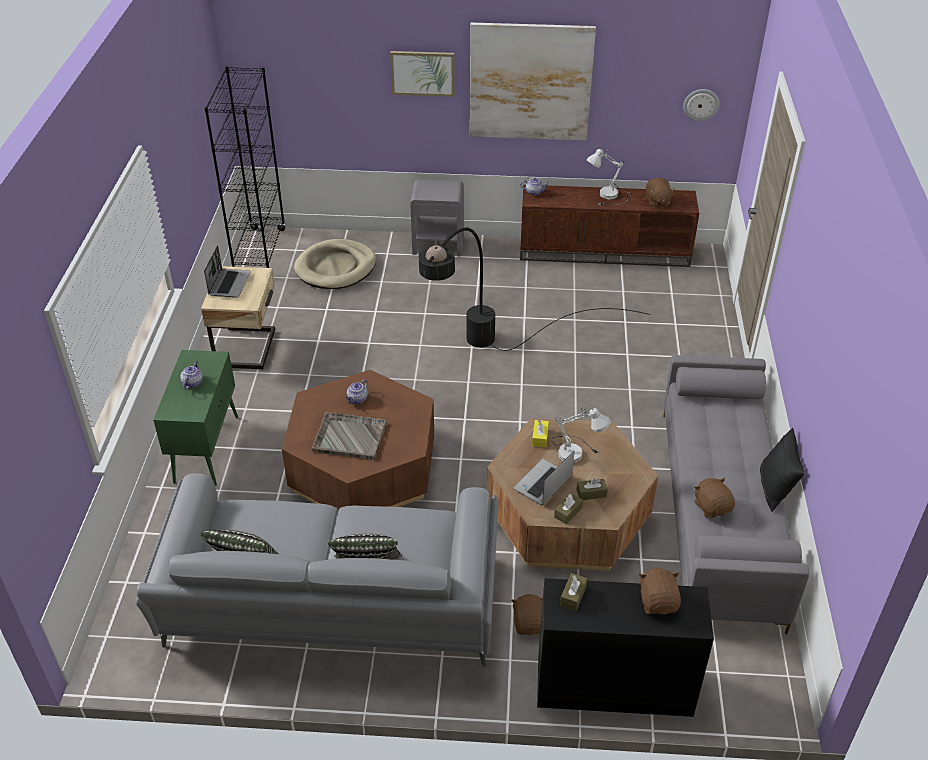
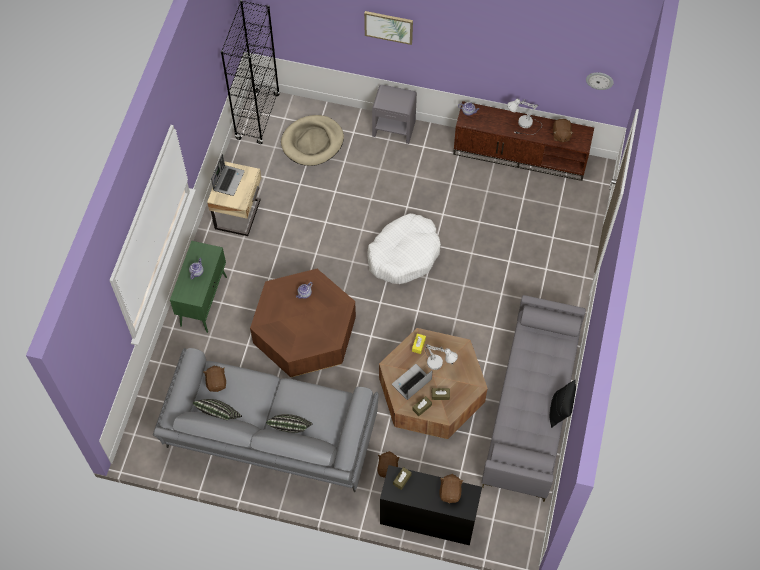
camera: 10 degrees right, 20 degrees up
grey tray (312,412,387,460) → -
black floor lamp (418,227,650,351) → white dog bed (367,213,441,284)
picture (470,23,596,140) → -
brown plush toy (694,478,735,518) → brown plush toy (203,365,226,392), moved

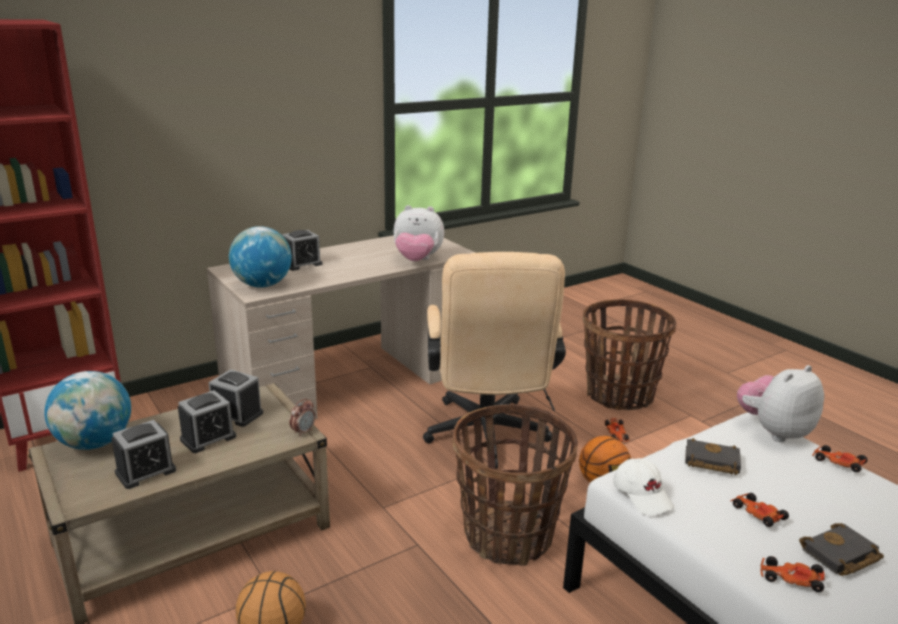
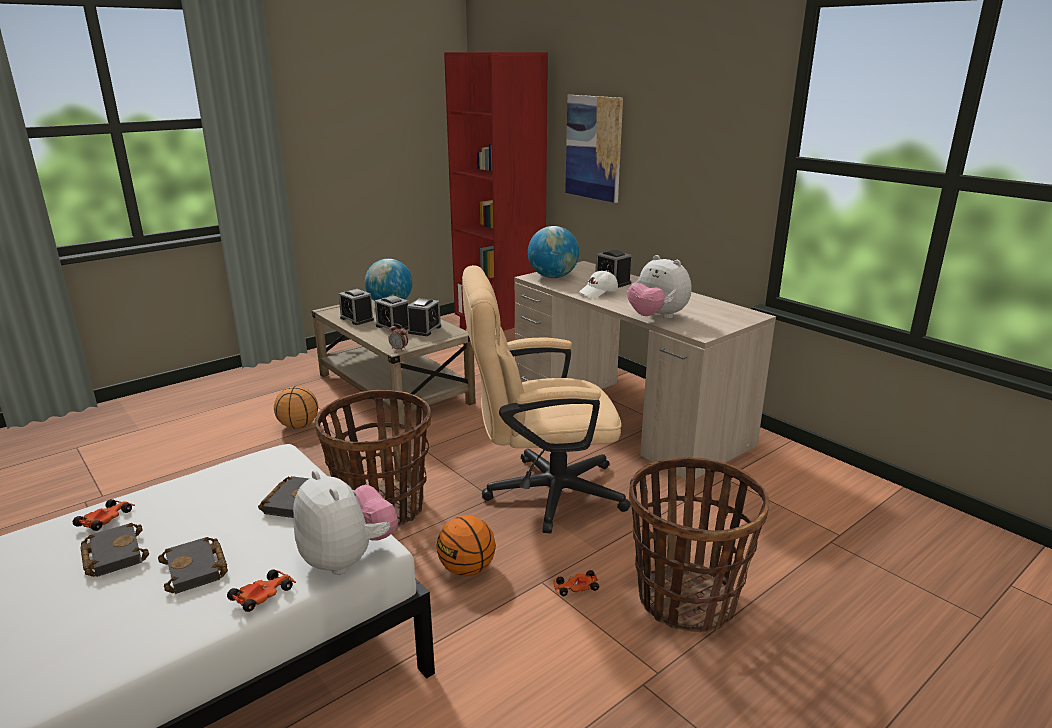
camera: 85 degrees right, 0 degrees up
plush toy (393,205,444,261) → plush toy (628,255,692,319), 45 degrees counterclockwise
white cap (613,458,674,516) → white cap (578,271,618,298), moved
toy car (730,493,789,527) → -
- → black book (158,537,228,594)
- → picture (565,95,623,203)

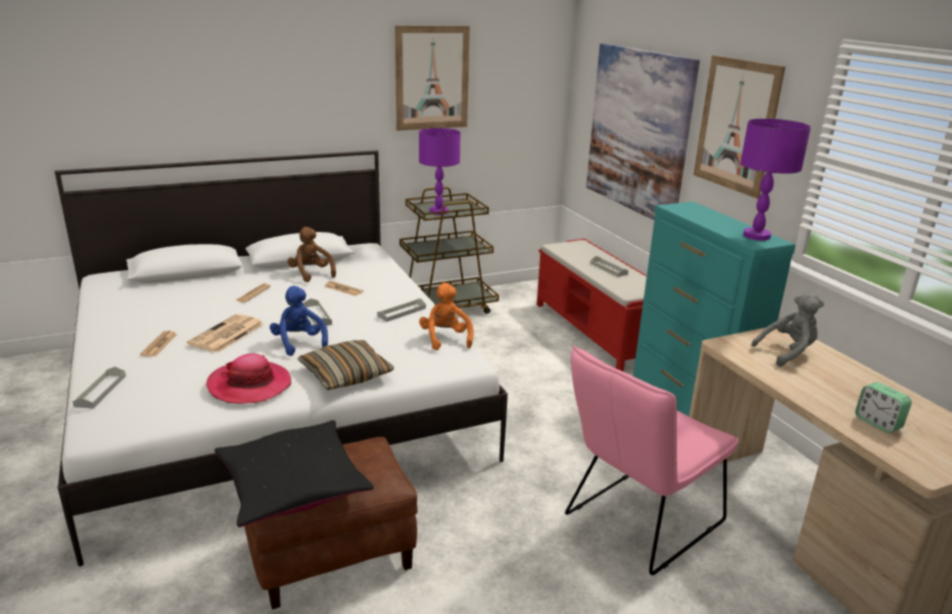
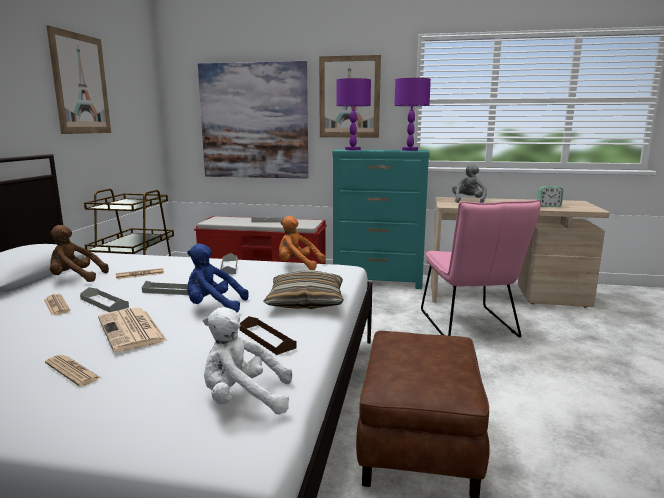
camera: 55 degrees left, 10 degrees down
grey tray (72,367,126,408) → grey tray (80,287,129,312), moved
hat (206,353,291,404) → brown tray (239,316,297,355)
black pillow (215,420,374,527) → -
purple table lamp (419,128,461,215) → purple table lamp (336,78,371,150), moved
- → white plush toy (203,307,292,414)

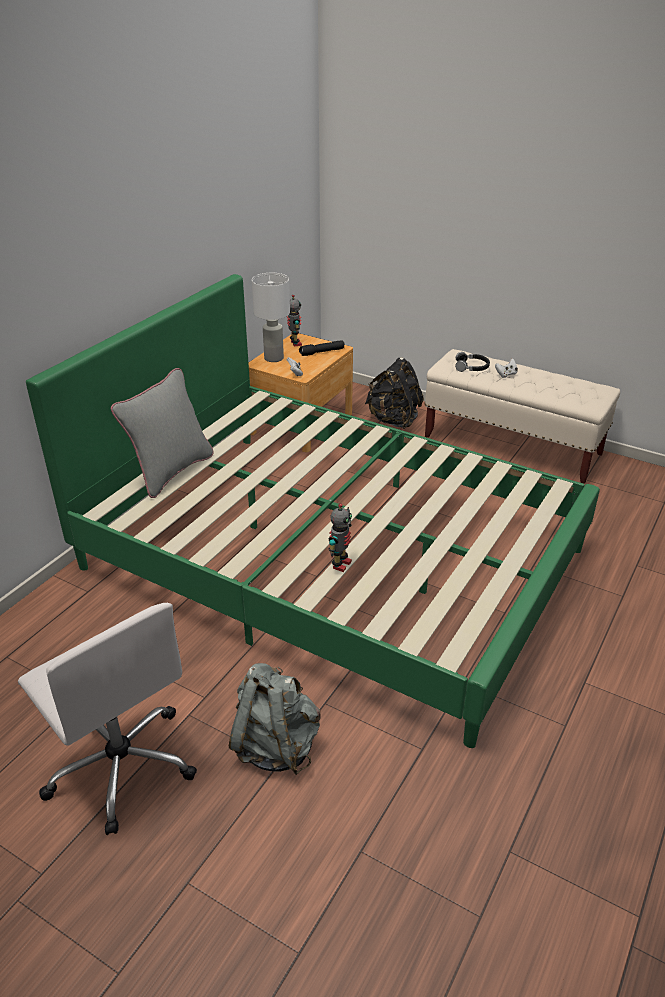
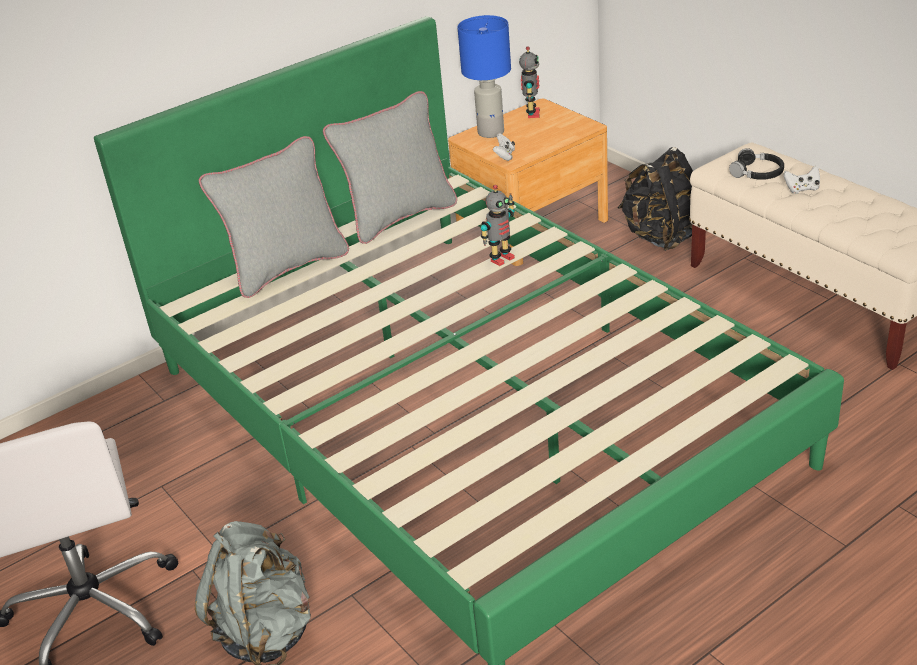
camera: 25 degrees right, 0 degrees up
white table lamp (252,273,290,362) → blue table lamp (457,15,511,138)
black flashlight (299,340,345,356) → -
toy robot (329,503,352,572) → toy robot (481,185,515,266), moved
- → grey pillow (323,91,457,244)

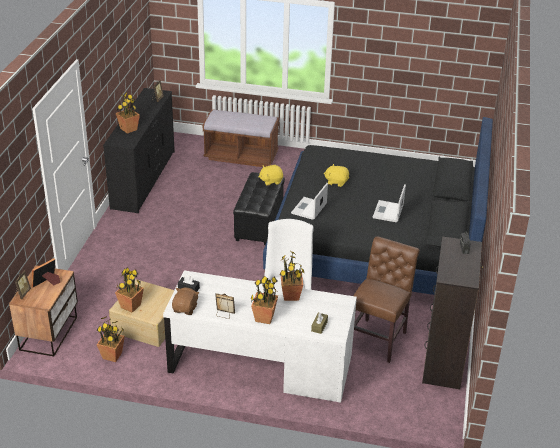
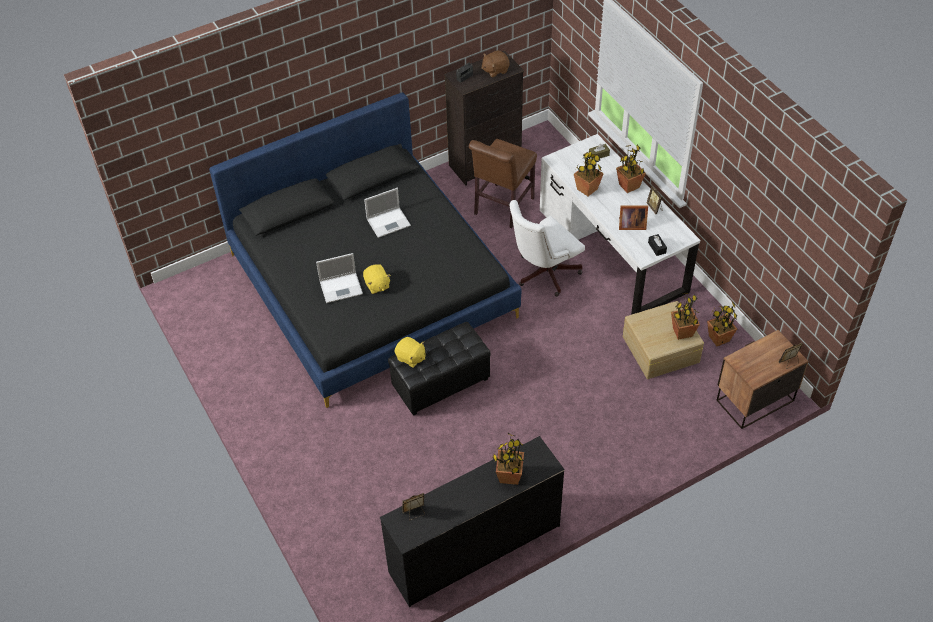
camera: 130 degrees left, 15 degrees up
picture frame (32,258,60,287) → picture frame (619,205,648,230), moved
brown plush toy (172,288,199,315) → brown plush toy (481,50,510,78), moved
brown bench (203,109,279,167) → -
laptop (291,183,328,220) → laptop (316,253,363,303), moved
brown chair (353,236,420,363) → brown chair (469,139,537,228), 45 degrees counterclockwise

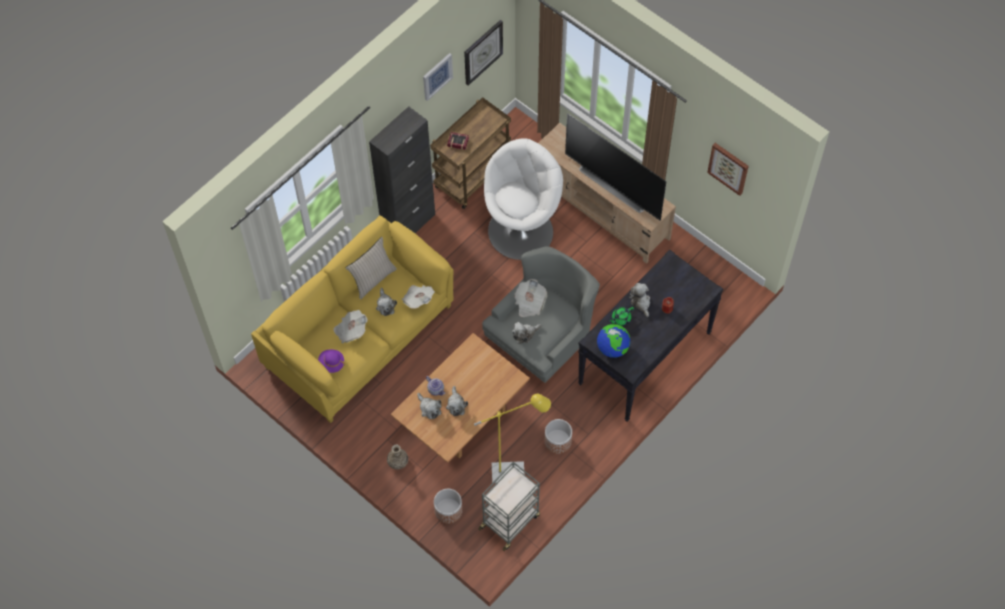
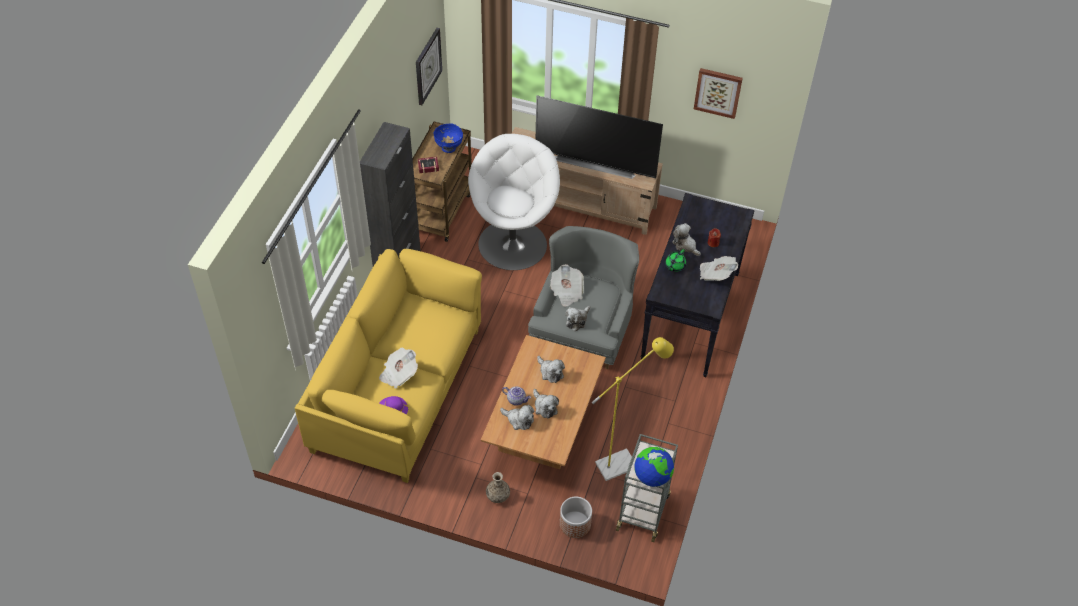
camera: 25 degrees left, 10 degrees down
beige pillow (346,237,397,300) → -
plush toy (376,288,397,316) → plush toy (537,356,565,383), moved
newspaper (401,285,435,308) → newspaper (700,256,738,281), moved
picture (423,53,453,101) → -
planter (545,419,572,454) → -
globe (597,324,630,358) → globe (634,447,674,487), moved
- → blue bowl (433,124,463,153)

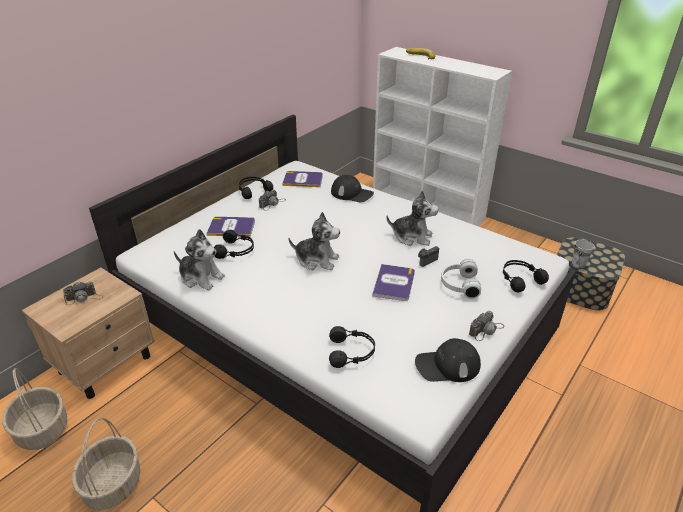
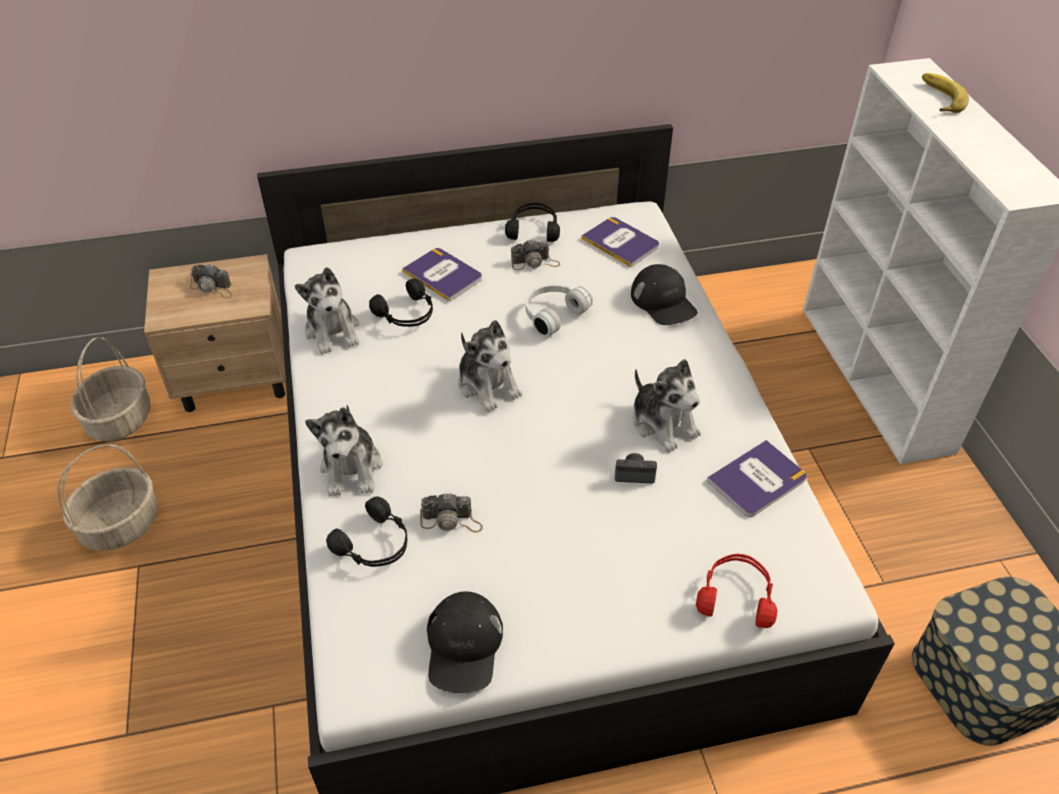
camera: 40 degrees right, 10 degrees up
book (372,264,415,301) → book (707,440,807,517), moved
black cap (415,338,481,382) → black cap (427,591,503,693), 120 degrees counterclockwise
white headphones (441,259,481,299) → white headphones (525,284,593,337), moved
photo camera (469,311,505,341) → photo camera (420,493,483,533), moved
black headphones (503,260,549,292) → red headphones (696,554,777,628)
cup (572,240,595,269) → -
- → plush toy (305,405,383,497)

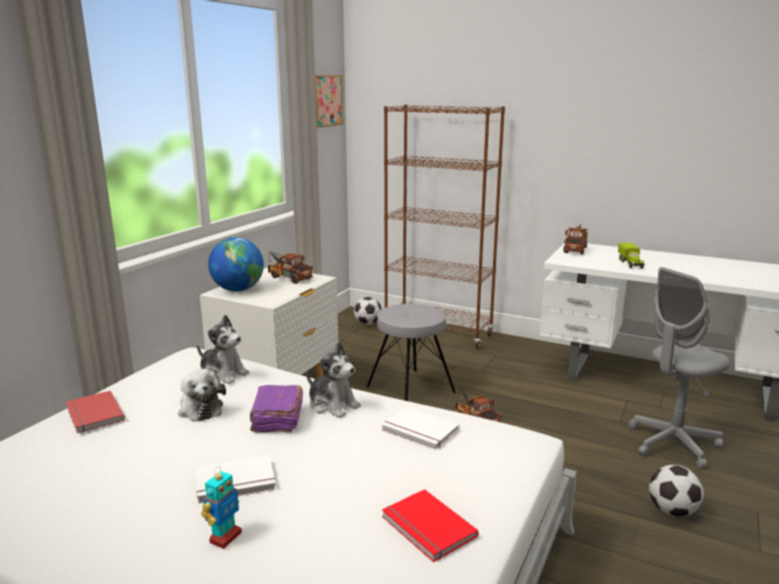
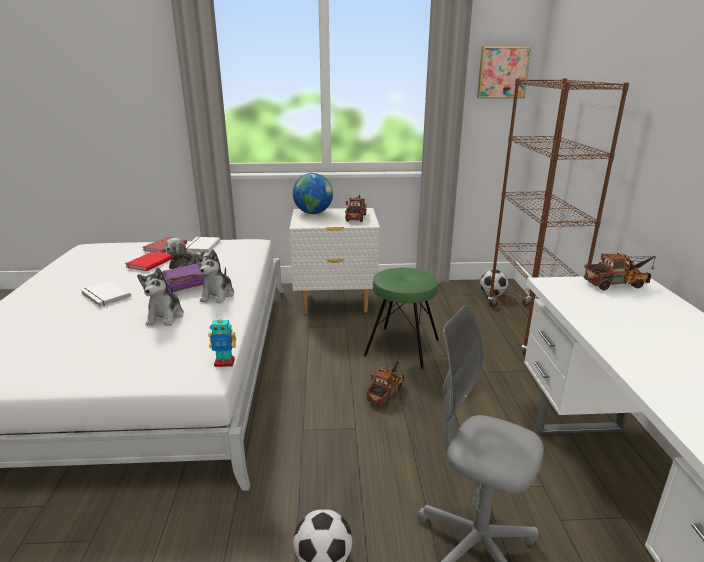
camera: 60 degrees right, 5 degrees up
plush toy (197,315,249,384) → plush toy (137,268,184,326), moved
toy robot (201,466,242,549) → toy robot (209,314,236,367), moved
grey stool (366,304,456,401) → green stool (364,268,439,370)
white book (381,406,459,450) → white book (186,237,220,253), moved
red book (382,489,479,562) → red book (125,251,171,271), moved
toy truck (618,243,645,268) → -

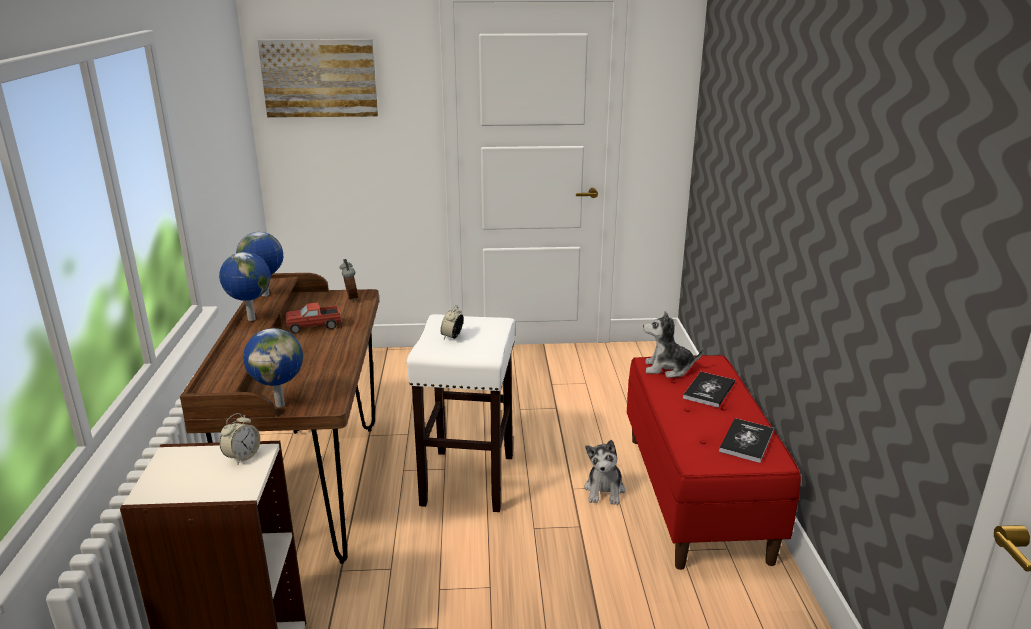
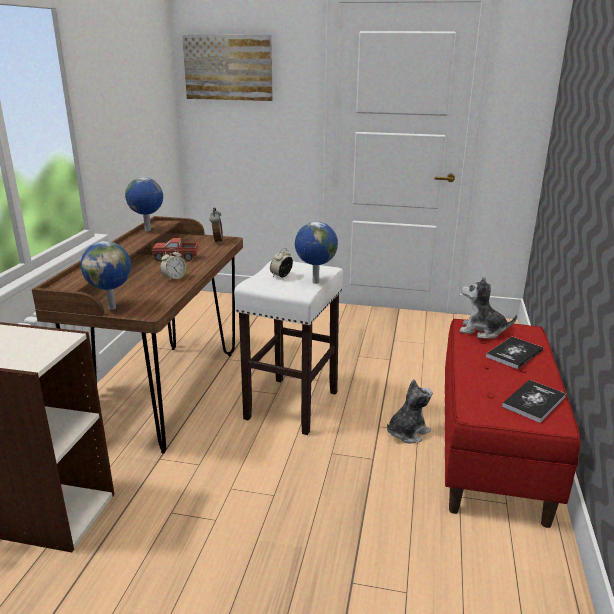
camera: 15 degrees right, 0 degrees up
globe (219,252,271,321) → globe (295,222,338,284), moved
alarm clock (220,413,260,465) → alarm clock (160,248,186,282), moved
plush toy (584,440,625,505) → plush toy (387,379,433,444), 150 degrees counterclockwise

